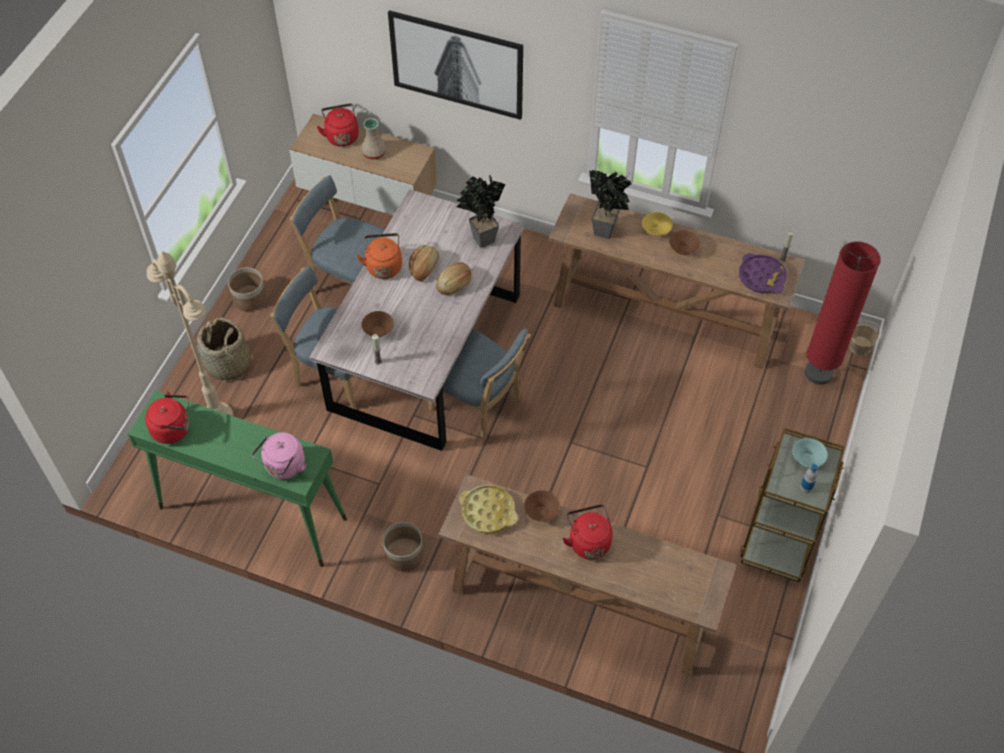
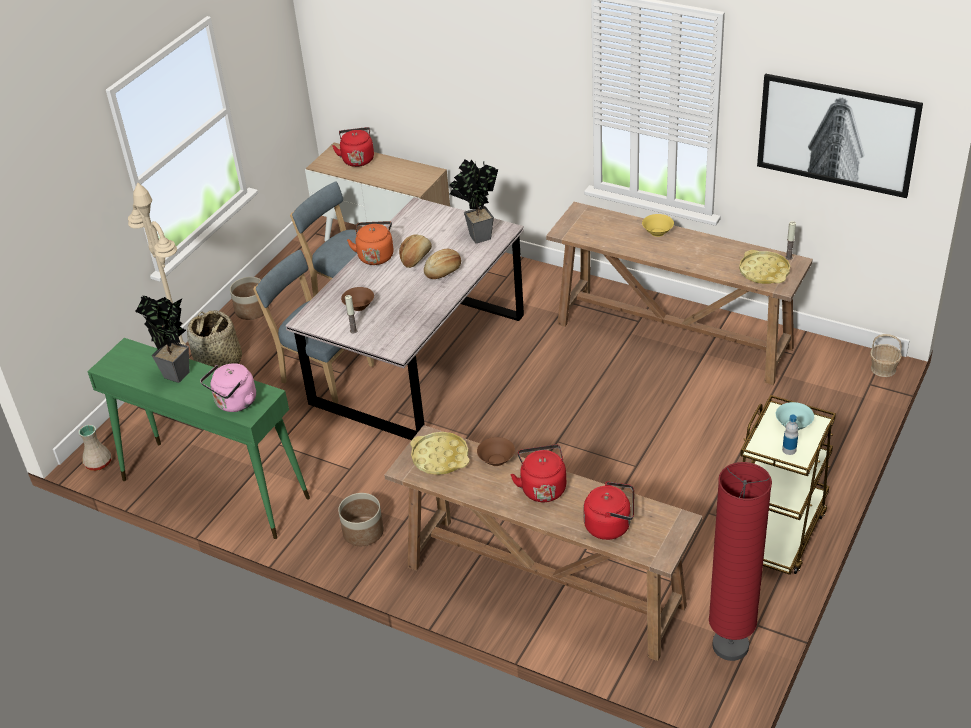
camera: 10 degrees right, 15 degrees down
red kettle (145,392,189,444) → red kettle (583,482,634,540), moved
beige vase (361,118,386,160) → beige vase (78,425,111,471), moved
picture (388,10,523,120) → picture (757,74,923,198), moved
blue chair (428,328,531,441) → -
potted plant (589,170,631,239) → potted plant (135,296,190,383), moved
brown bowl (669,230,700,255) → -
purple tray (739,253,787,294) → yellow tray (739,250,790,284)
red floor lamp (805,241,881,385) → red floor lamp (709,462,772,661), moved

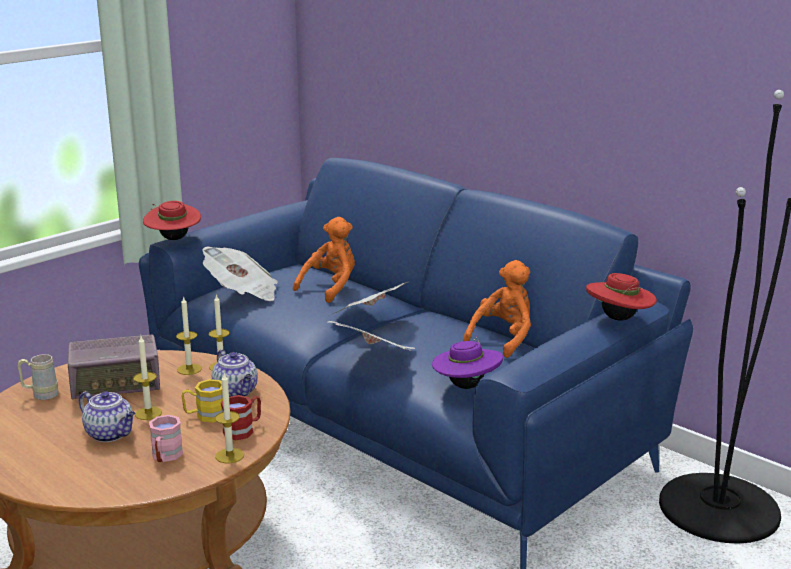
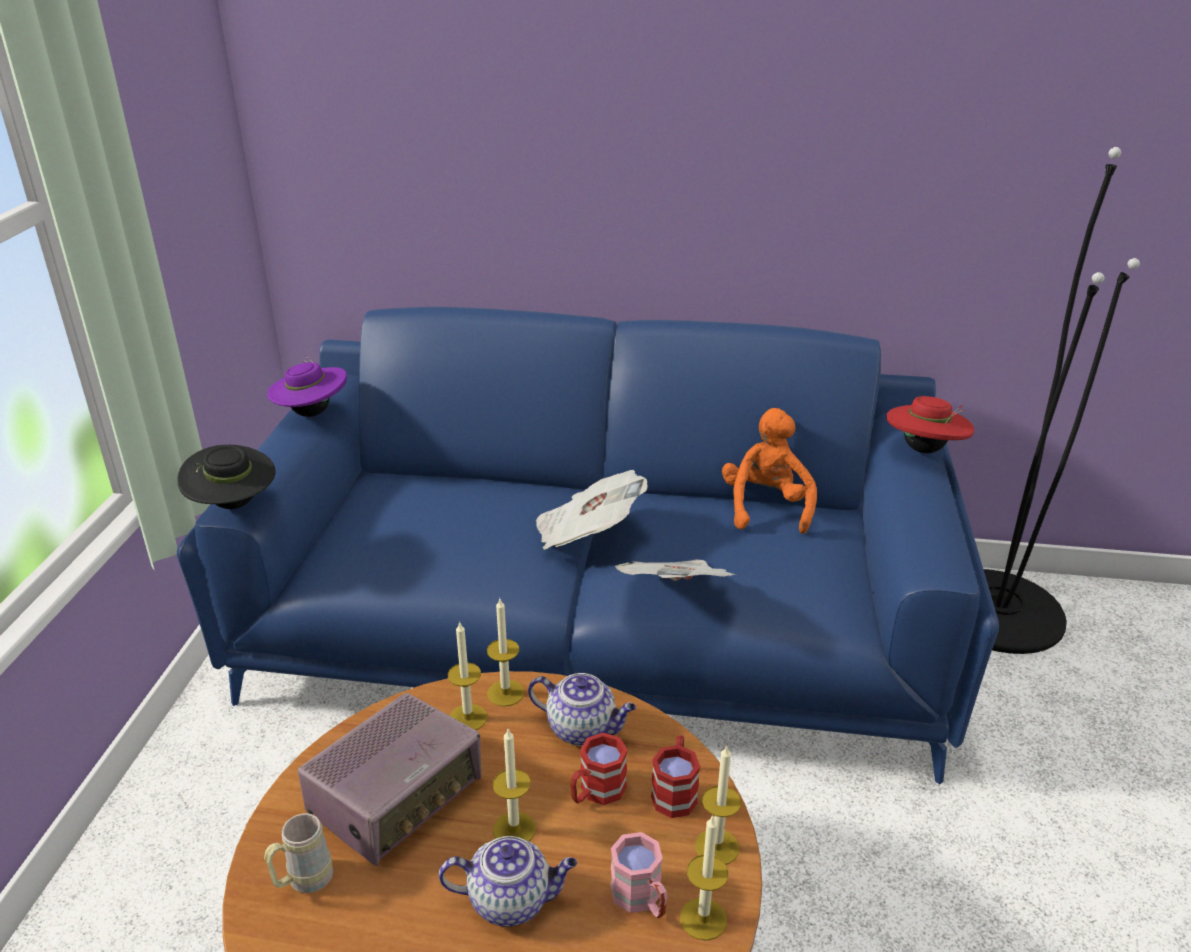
camera: 35 degrees left, 10 degrees up
red hat (143,201,201,240) → black hat (177,445,276,509)
yellow mug (182,379,223,423) → red mug (570,733,627,805)
newspaper (202,247,277,301) → -
orange plush toy (293,217,355,303) → -
purple hat (432,335,503,389) → purple hat (267,356,347,417), moved
- → candle (680,815,728,941)

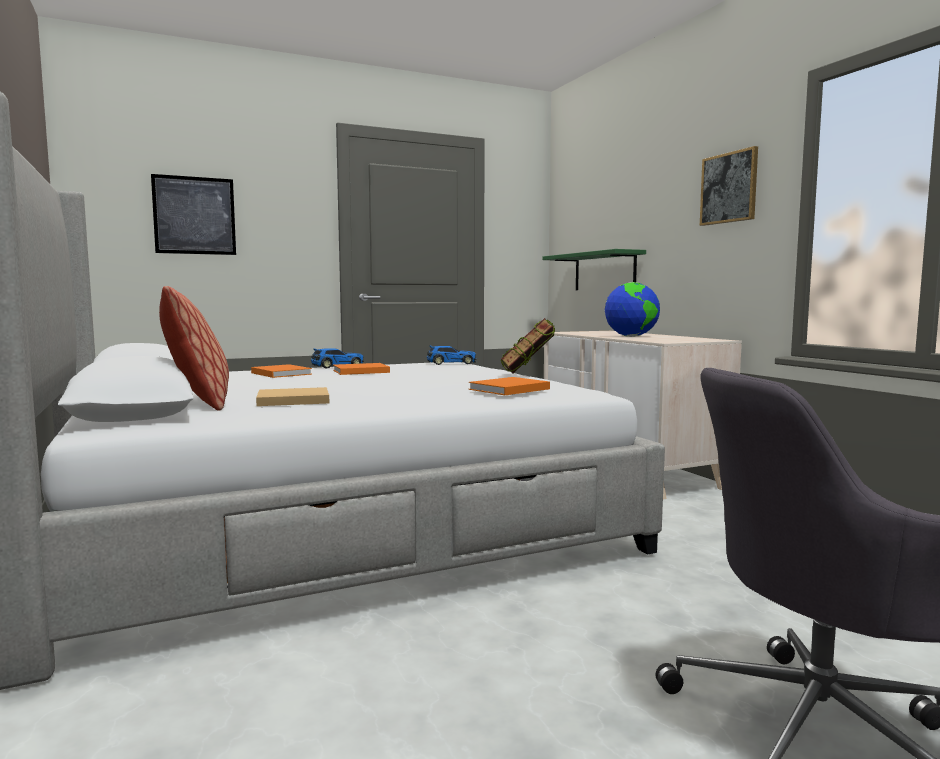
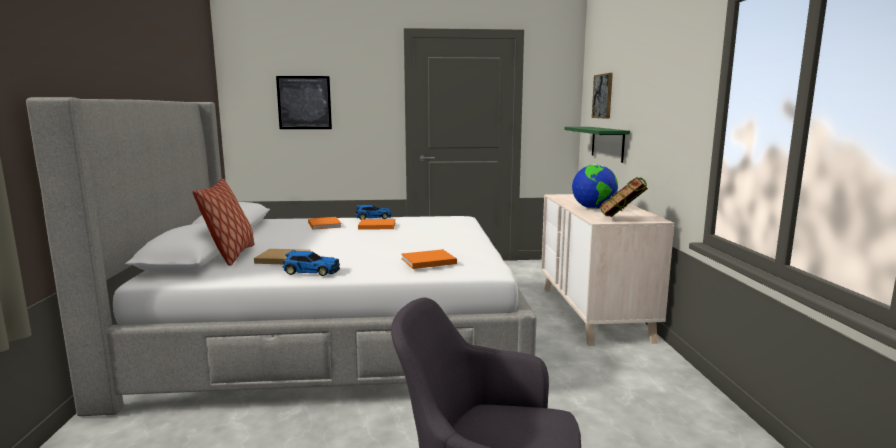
camera: 20 degrees right, 5 degrees up
toy car (427,346,476,365) → toy car (283,250,340,276), moved
book (500,318,555,374) → book (599,177,648,217), moved
picture (700,146,758,226) → picture (592,73,613,119), moved

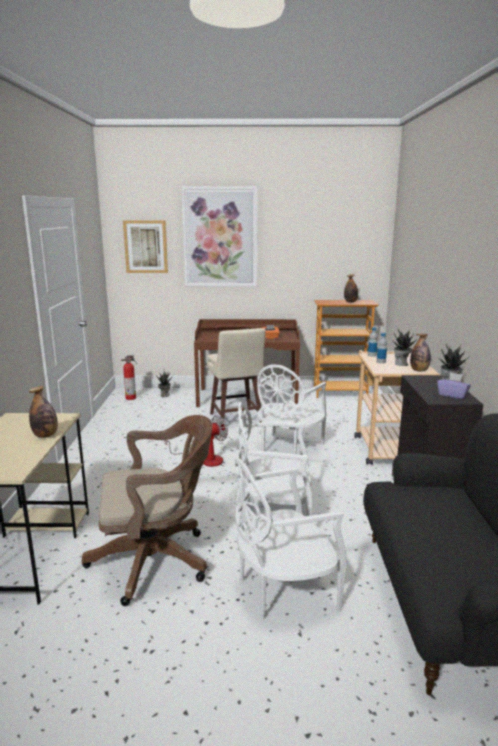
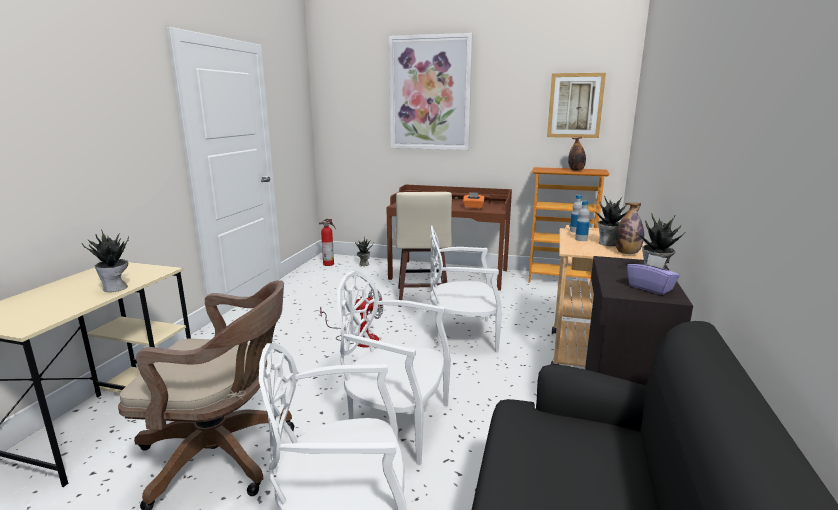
camera: 15 degrees right, 0 degrees up
bottle (29,386,58,438) → potted plant (82,230,129,292)
picture (123,220,168,273) → picture (547,73,606,138), moved
white chair (257,364,326,454) → white chair (430,226,502,352), 45 degrees clockwise

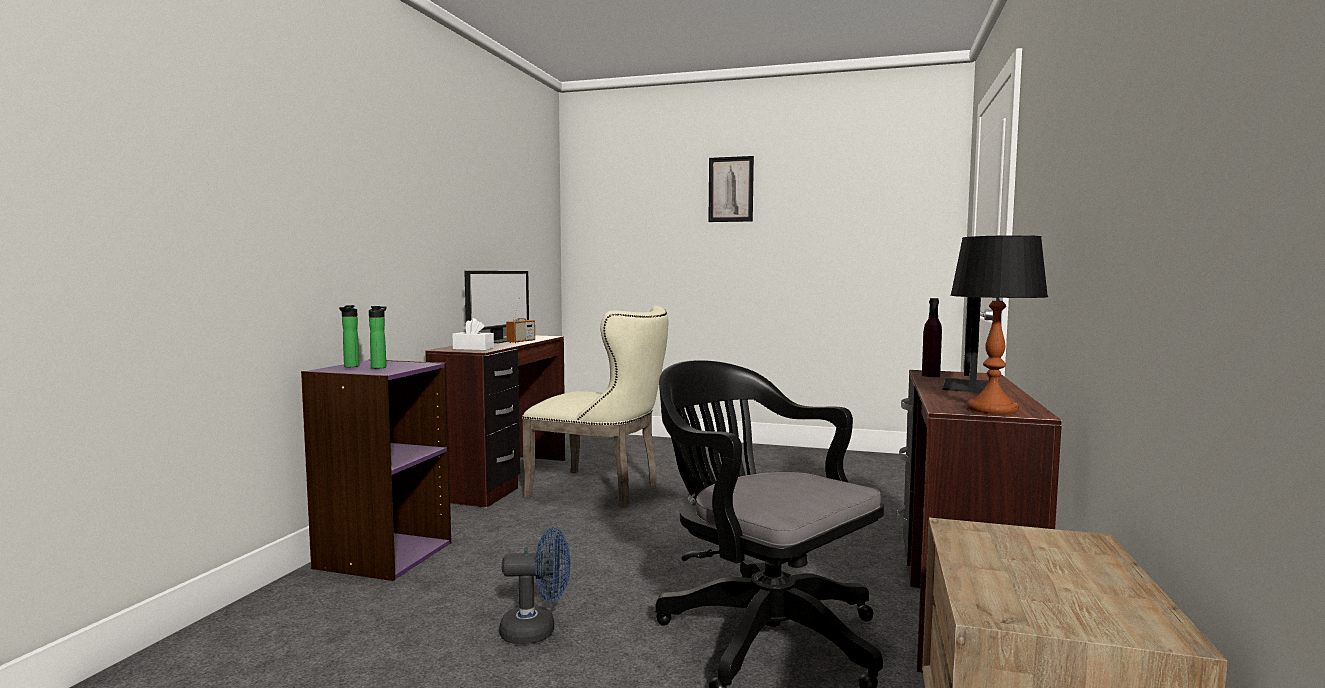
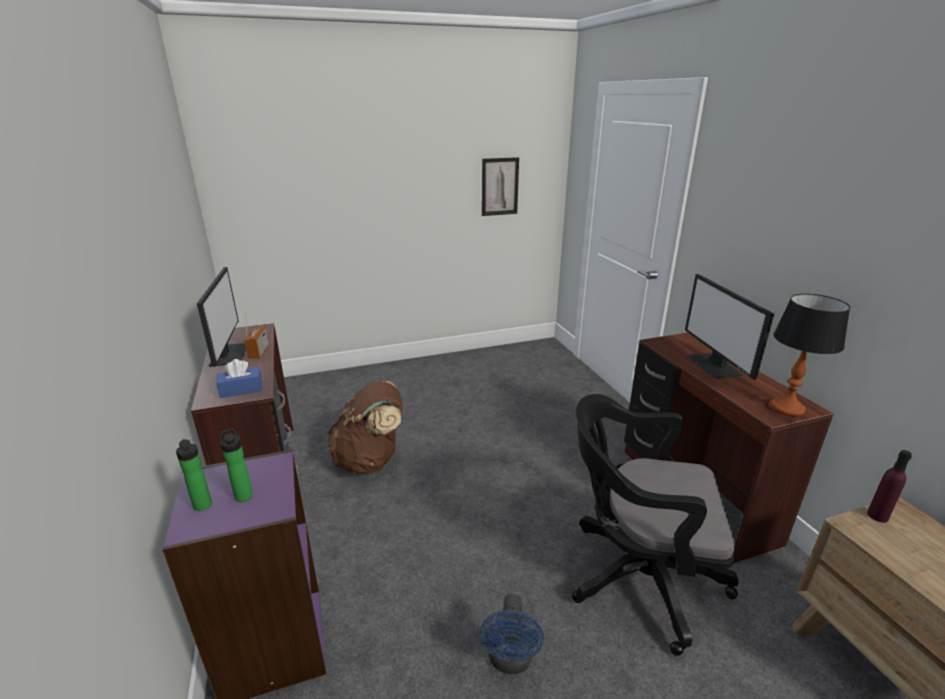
camera: 35 degrees left, 20 degrees up
white tissue box (452,318,494,350) → blue tissue box (217,359,262,398)
blue fan (499,527,570,644) → blue fan (480,594,544,674), 135 degrees clockwise
beige chair (522,306,668,508) → brown backpack (328,381,403,474)
picture (708,156,754,222) → picture (482,157,519,216), moved
purple bottle (922,298,942,377) → purple bottle (867,450,912,523), moved

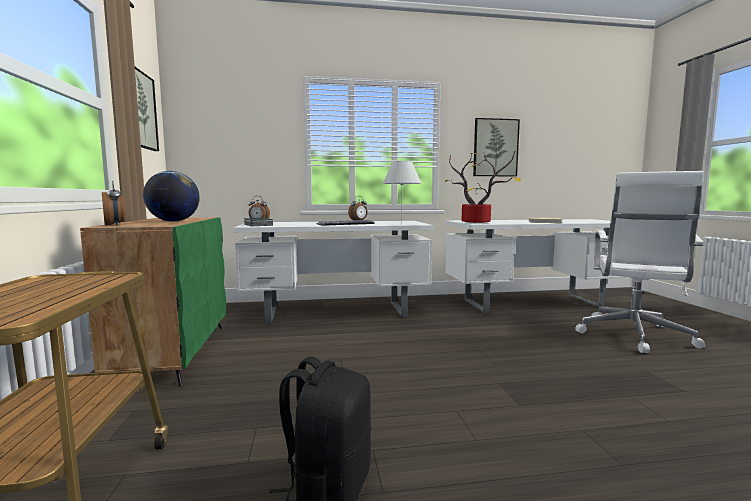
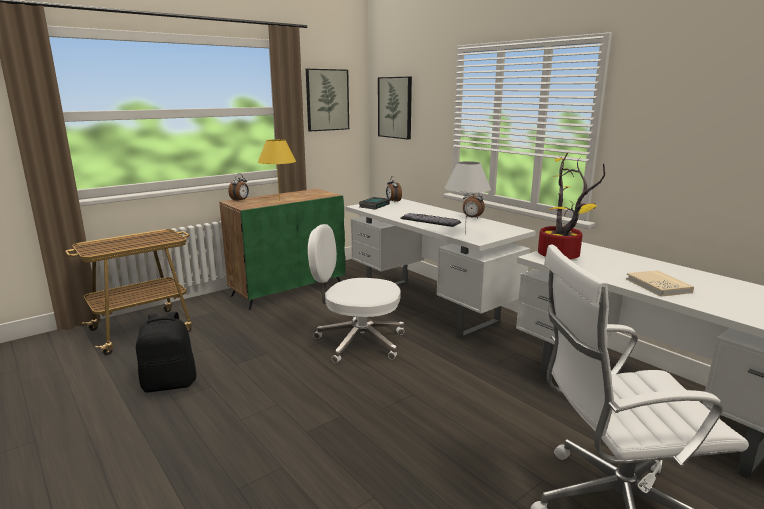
camera: 60 degrees right, 10 degrees up
globe (143,171,200,222) → yellow table lamp (258,139,296,201)
picture (473,118,520,177) → picture (378,77,412,139), moved
- → white office chair (308,224,404,363)

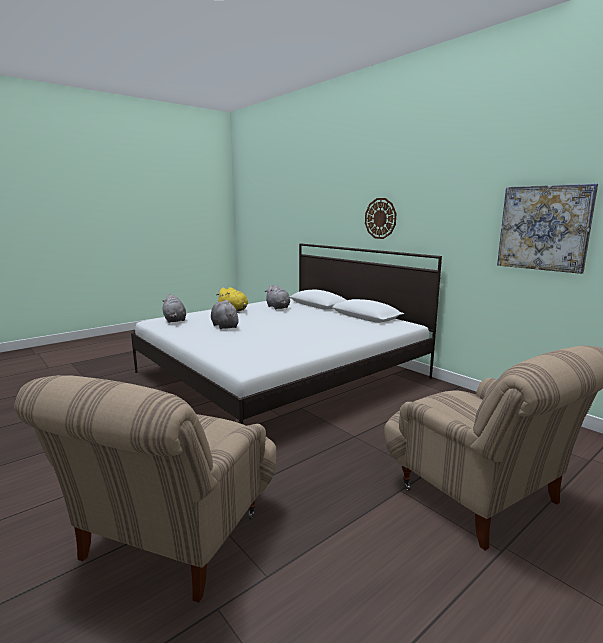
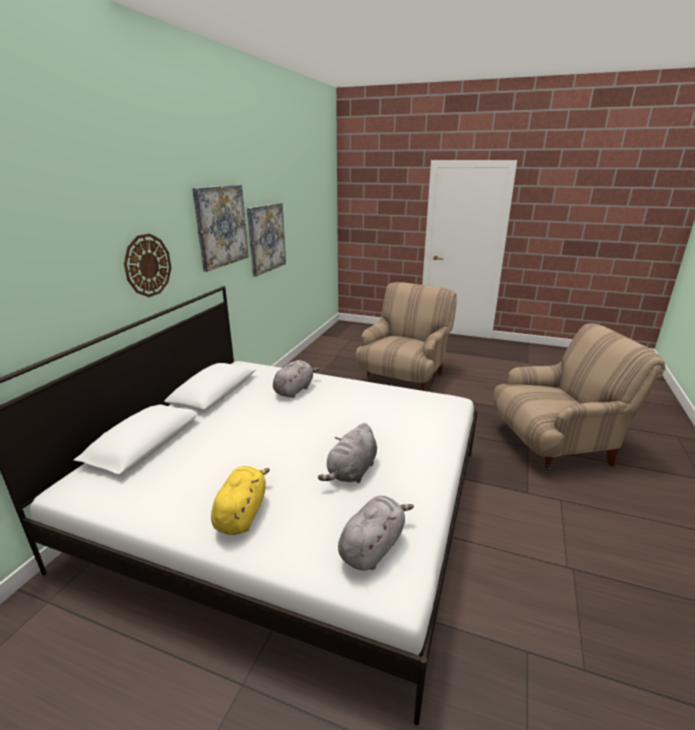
camera: 120 degrees left, 10 degrees up
grey plush toy (265,285,290,309) → grey plush toy (273,360,320,398), moved
- → picture (192,185,249,272)

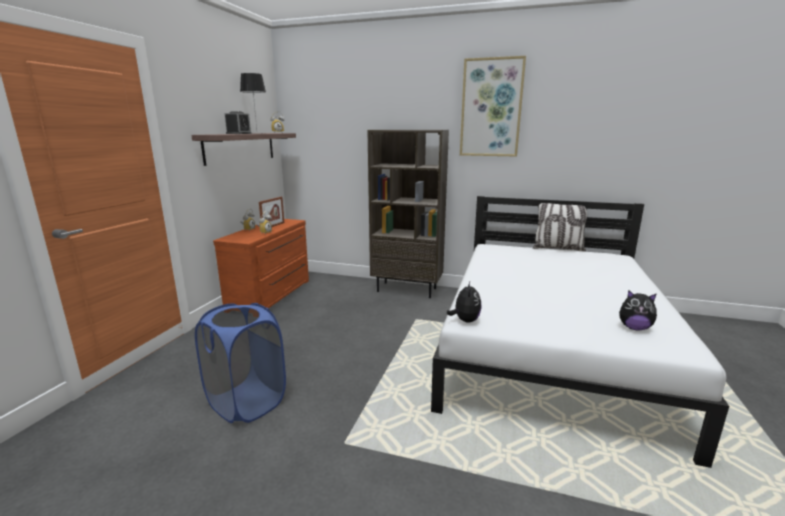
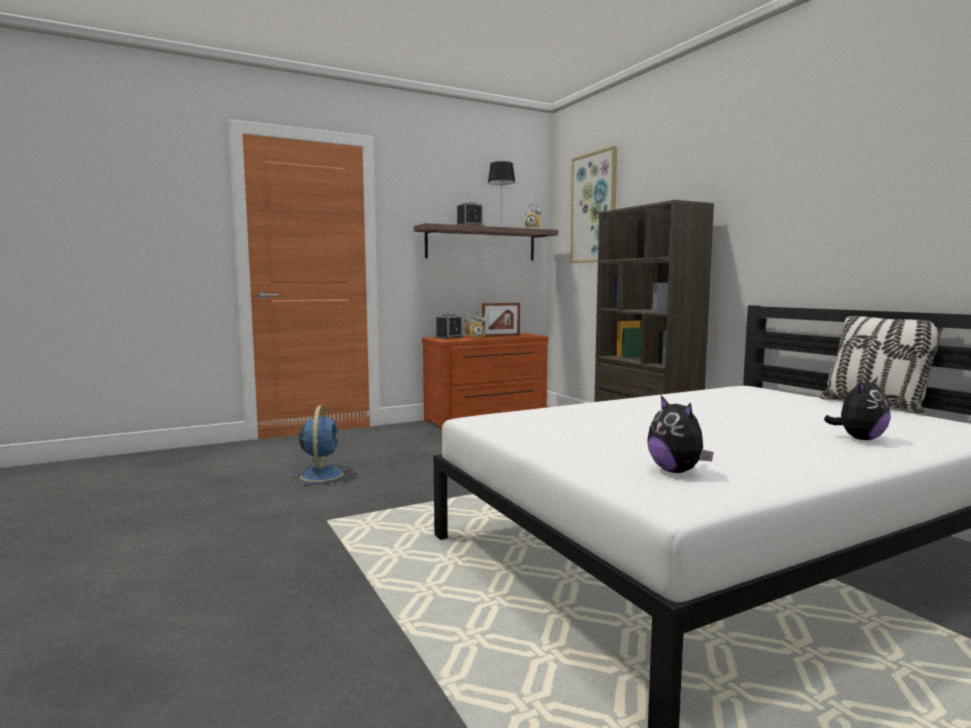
camera: 45 degrees right, 10 degrees down
blue laundry basket (195,303,286,423) → blue fan (291,405,353,486)
plush toy (447,282,482,323) → plush toy (824,377,891,440), moved
picture (460,56,526,157) → picture (570,146,617,263), moved
- → alarm clock (435,314,463,339)

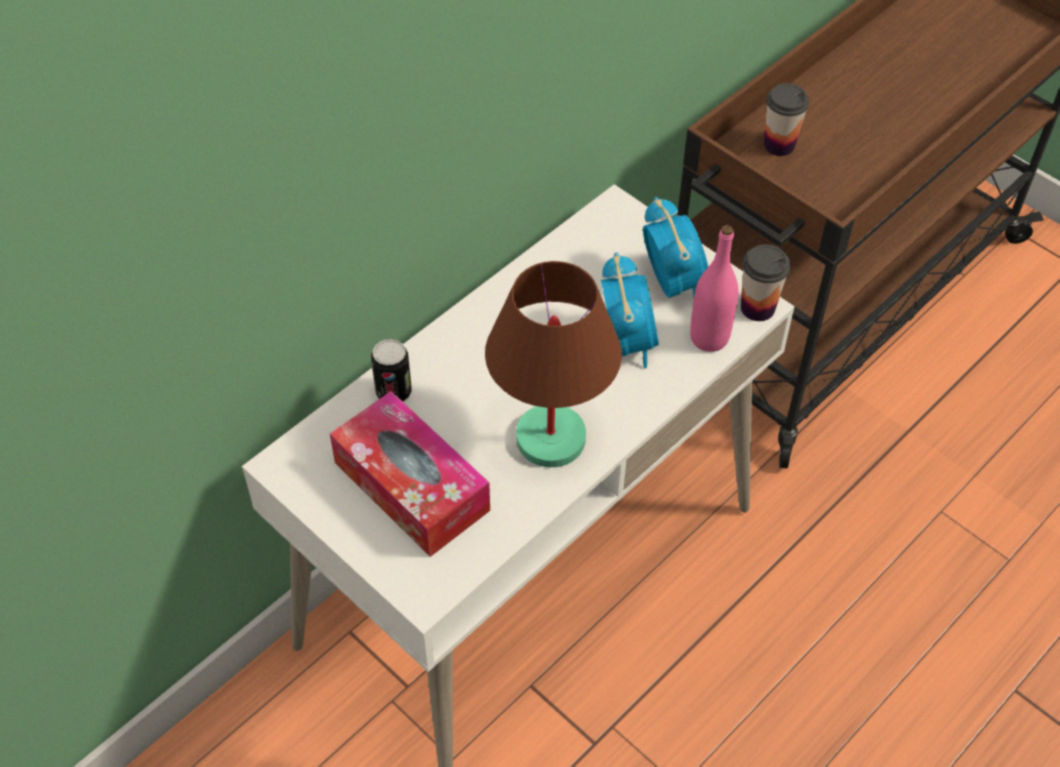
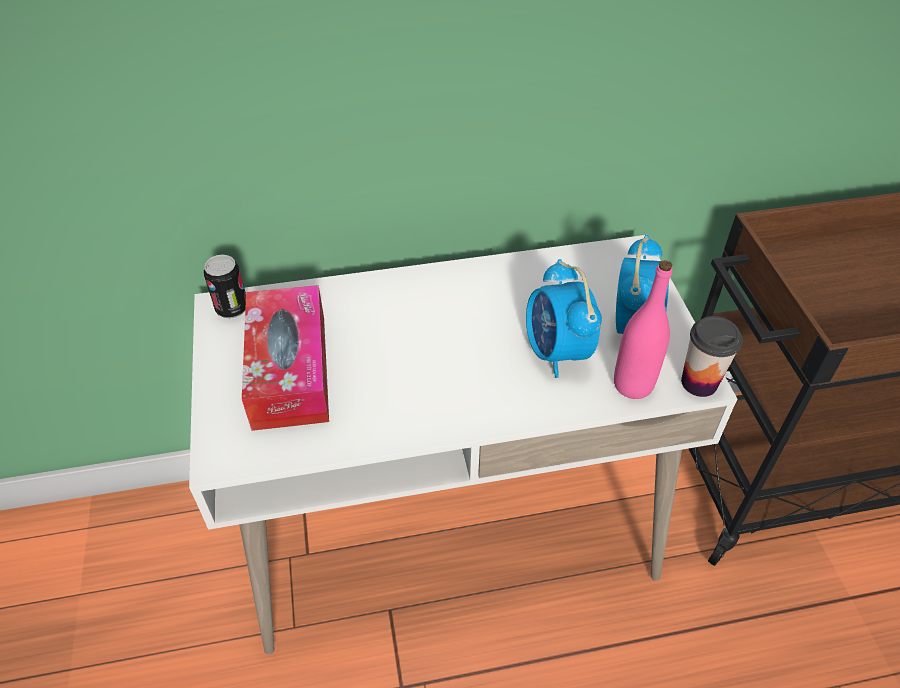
camera: 35 degrees right, 5 degrees down
can (371,339,412,402) → can (204,255,246,319), moved
brown table lamp (485,261,622,467) → -
alarm clock (601,252,659,368) → alarm clock (526,259,602,378), 135 degrees clockwise
cup (764,83,810,156) → -

